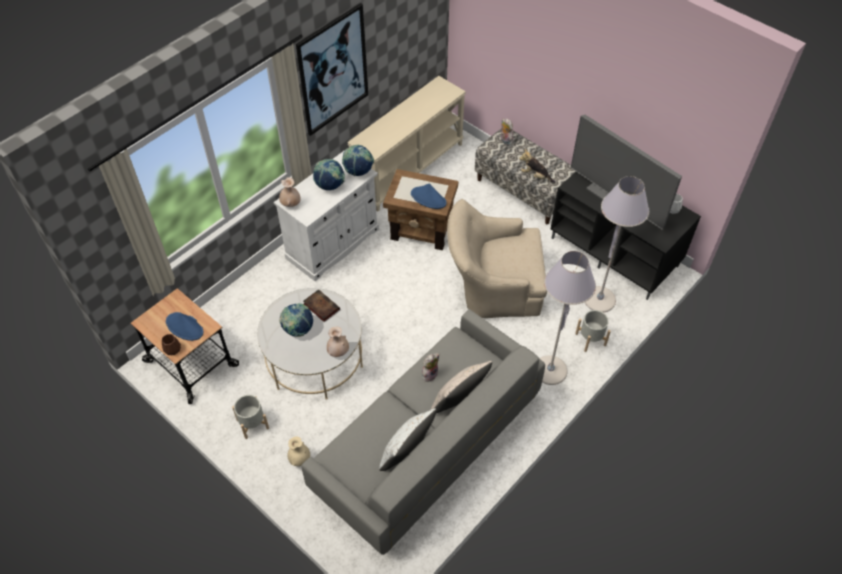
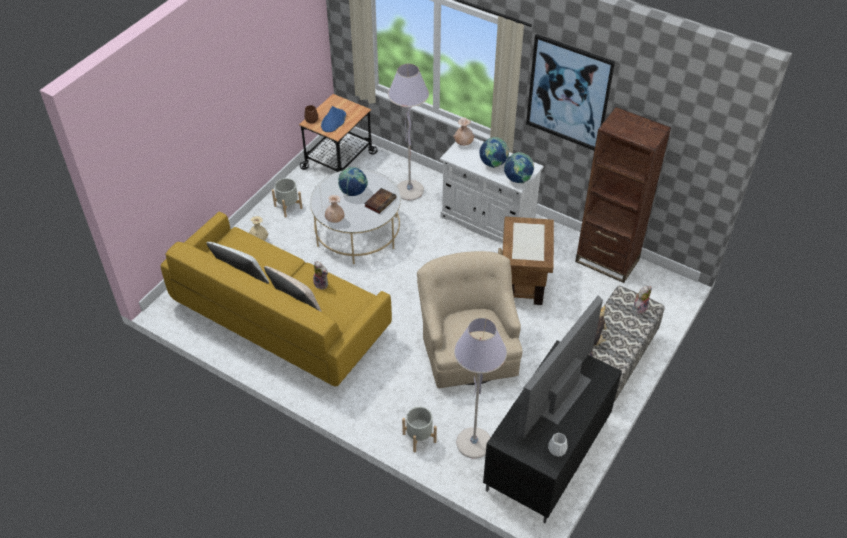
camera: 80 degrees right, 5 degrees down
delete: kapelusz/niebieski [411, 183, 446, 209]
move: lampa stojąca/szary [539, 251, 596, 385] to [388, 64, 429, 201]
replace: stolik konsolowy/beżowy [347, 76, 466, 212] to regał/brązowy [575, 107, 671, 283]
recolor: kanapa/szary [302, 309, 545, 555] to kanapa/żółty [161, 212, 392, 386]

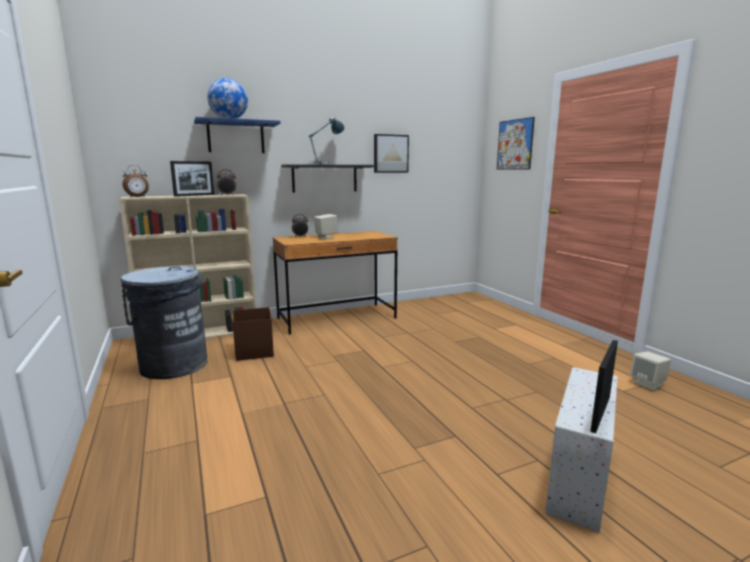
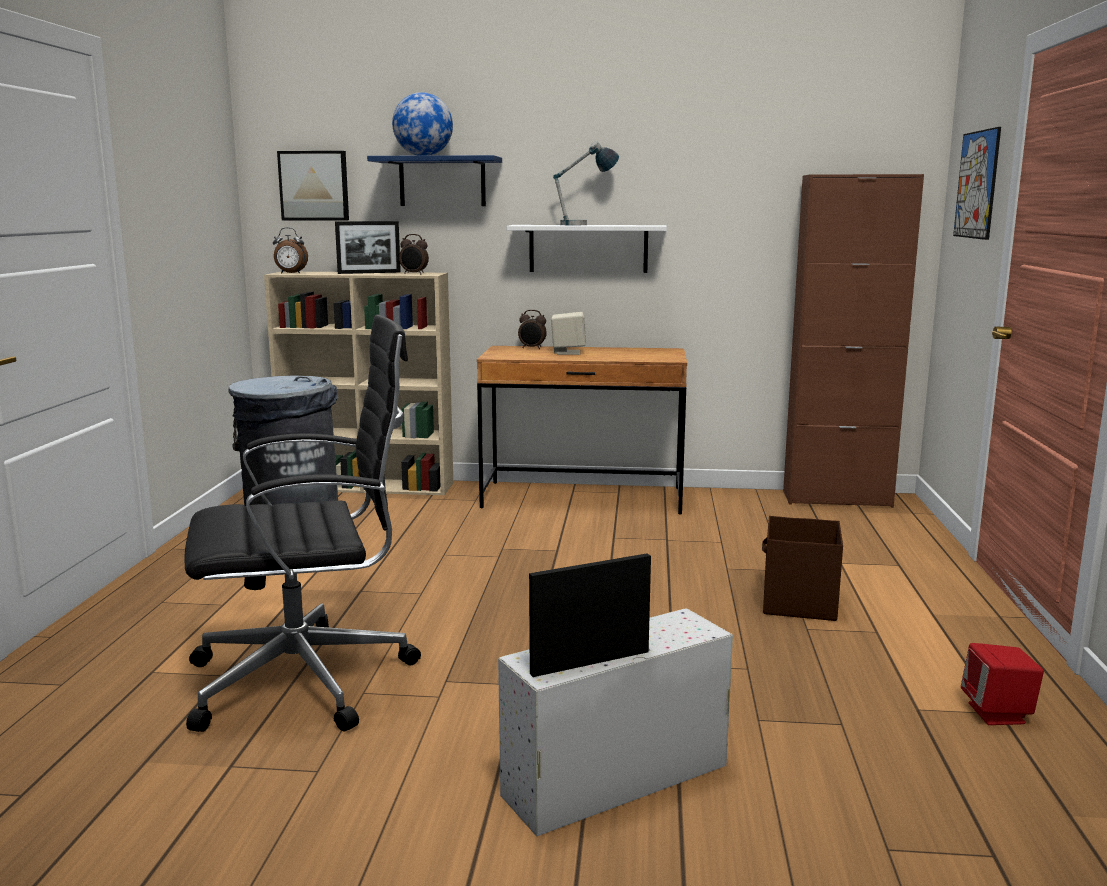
camera: 30 degrees right, 0 degrees up
insert: krzesło biurowe/czarny [184, 314, 421, 732]; szafka/brązowy [783, 174, 924, 508]
move: obraz [374, 134, 409, 173] to [277, 151, 349, 221]; pojemnik do przechowywania/brązowy [231, 307, 274, 361] to [762, 516, 843, 621]
recolor: półka/czarny [281, 164, 374, 193] to półka/biały [507, 225, 667, 273]; głośnik/beżowy [630, 351, 671, 390] to głośnik/czerwony [961, 643, 1044, 725]

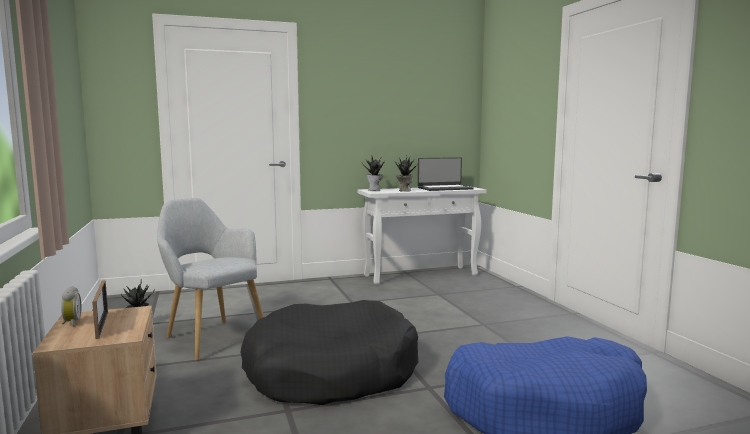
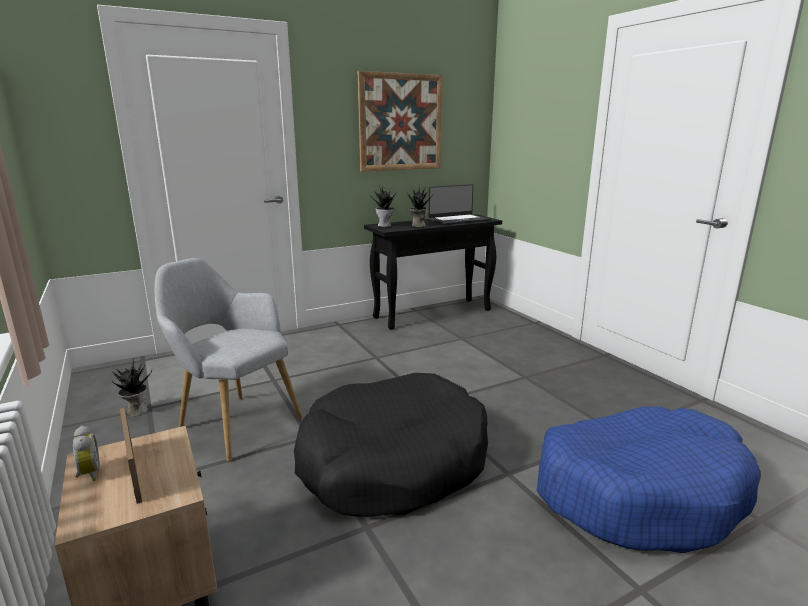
camera: 10 degrees left, 10 degrees up
insert: obraz [357, 71, 443, 172]
recolor: stolik konsolowy/biały [357, 186, 487, 285] to stolik konsolowy/czarny [364, 214, 502, 330]

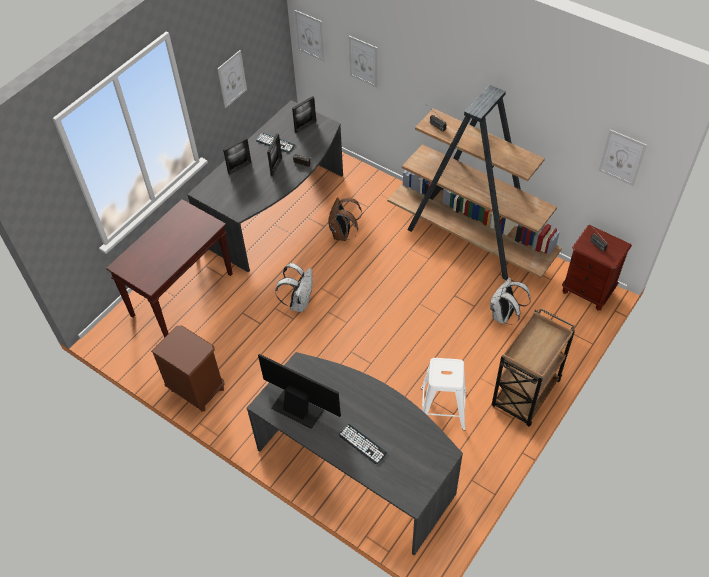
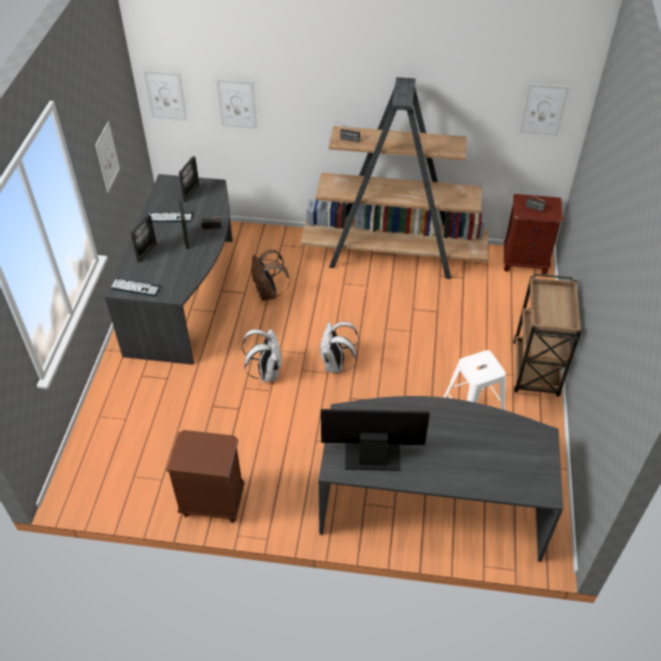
camera: 30 degrees left, 5 degrees down
delete: stolik konsolowy/brązowy [106, 199, 233, 338]
move: klawiatura [338, 424, 387, 465] to [110, 278, 161, 297]; plecak/biały [490, 277, 531, 325] to [320, 321, 359, 373]

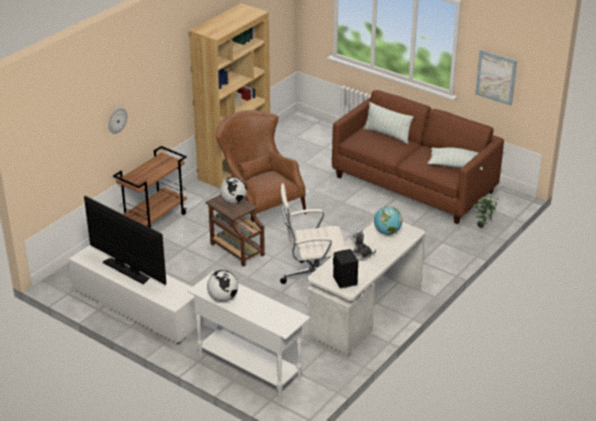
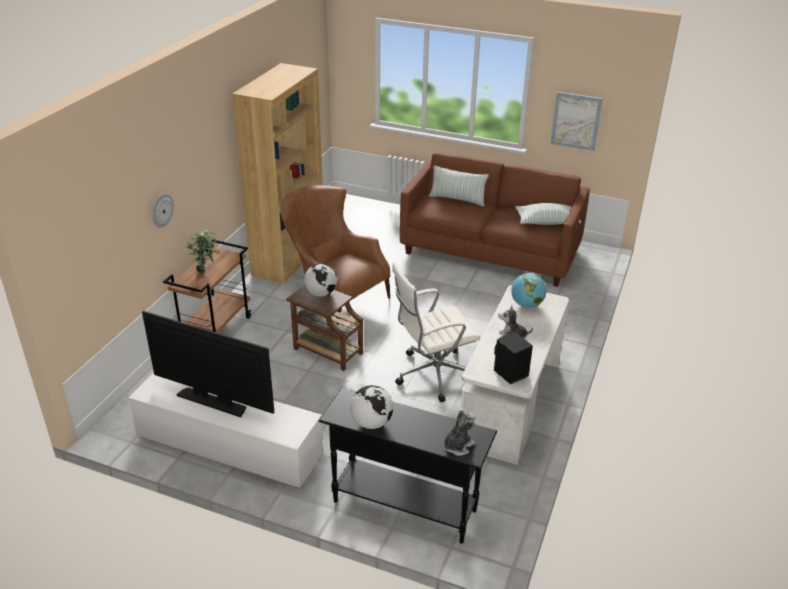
camera: 15 degrees left, 0 degrees up
insert: pluszak [444, 410, 475, 456]
move: roślina doniczkowa [473, 194, 499, 227] to [186, 229, 216, 273]
recolor: stolik konsolowy/biały [187, 272, 310, 399] to stolik konsolowy/czarny [319, 388, 497, 544]

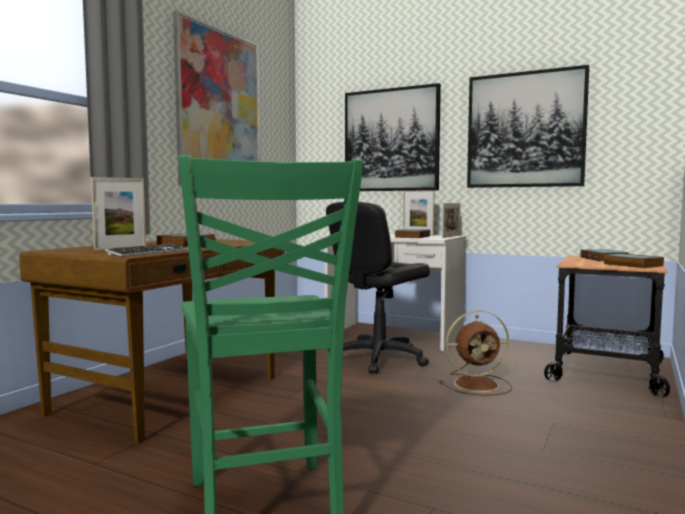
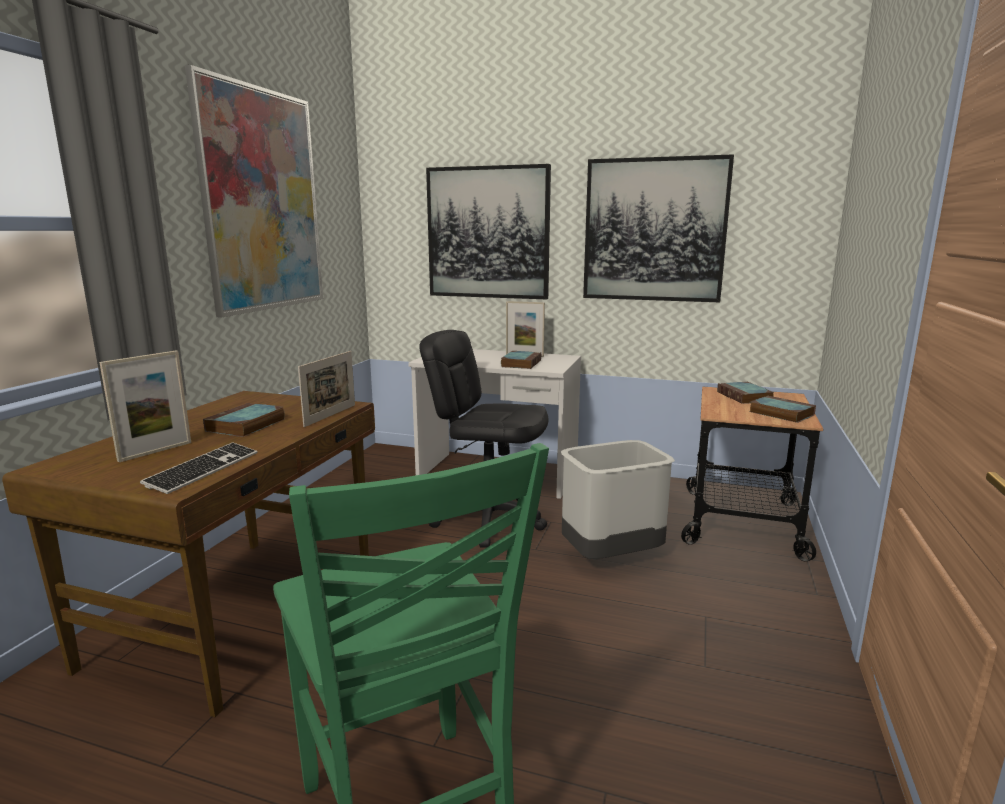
camera: 10 degrees left, 10 degrees up
move: ramka na zdjęcie [442, 203, 460, 238] to [298, 351, 355, 427]
replace: wentylator/brązowy [439, 310, 512, 396] to kosz na śmieci/szary [561, 440, 675, 559]
rotate: krzesło biurowe/czarny [326, 202, 430, 374] = [419, 330, 548, 548] 75 degrees clockwise

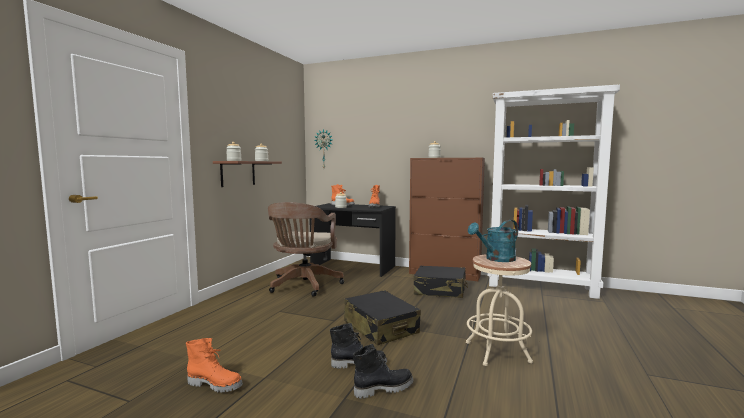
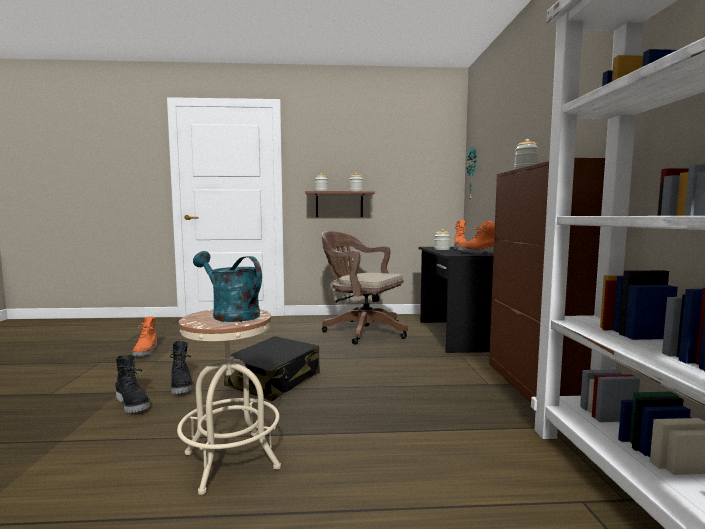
camera: 65 degrees right, 0 degrees up
delete: walizka/czarny [413, 266, 468, 298]
rotate: krzesło biurowe/brązowy [268, 202, 344, 297] = [321, 231, 408, 345] 45 degrees clockwise

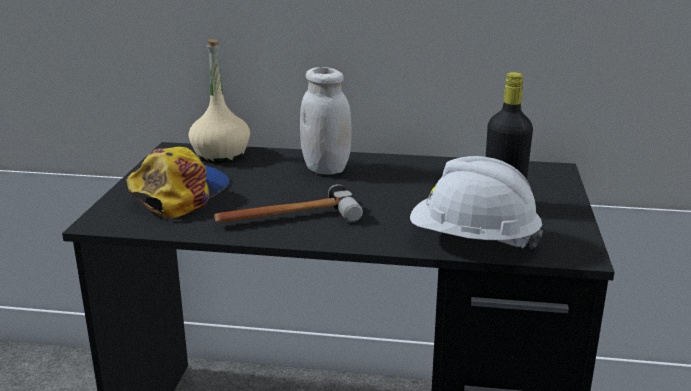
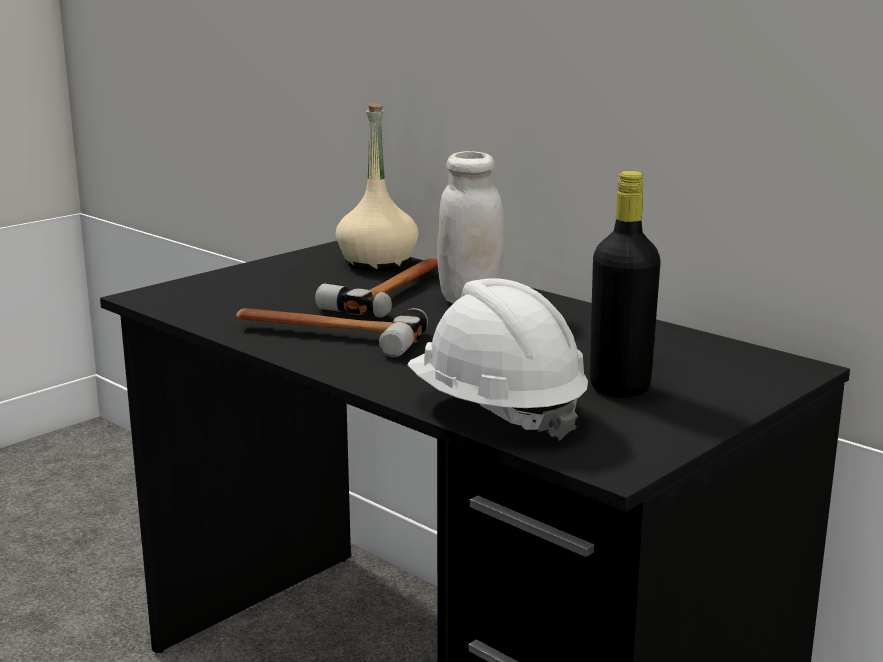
camera: 35 degrees right, 5 degrees down
delete: czapka z daszkiem [127, 146, 230, 218]
insert: młotek [315, 258, 438, 318]

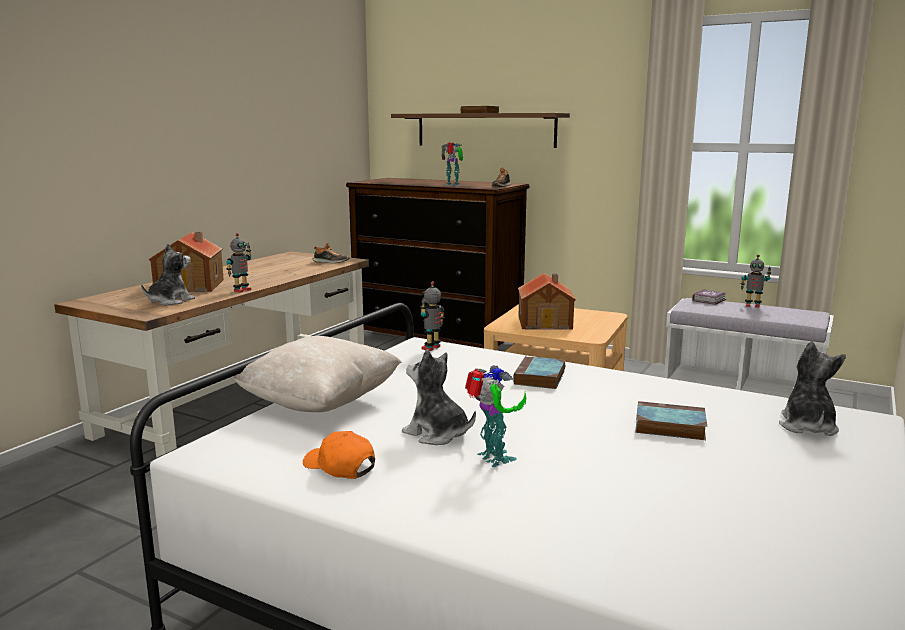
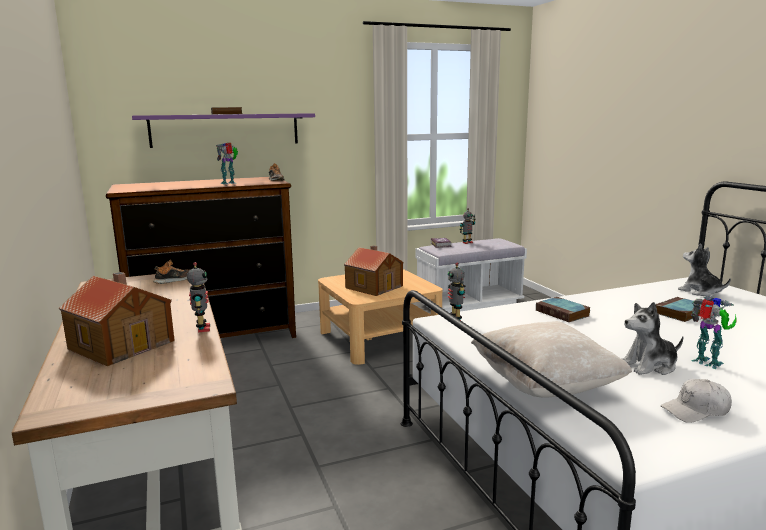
camera: 50 degrees left, 0 degrees up
delete: pluszak [141, 243, 195, 305]
recolor: półka/brązowy [391, 113, 570, 148] to półka/fioletowy [132, 113, 315, 148]; czapka z daszkiem/pomarańczowy [303, 431, 375, 479] to czapka z daszkiem/biały [661, 379, 732, 423]
rotate: robot zabawkowy [465, 365, 526, 467] = [691, 296, 736, 369] 45 degrees clockwise

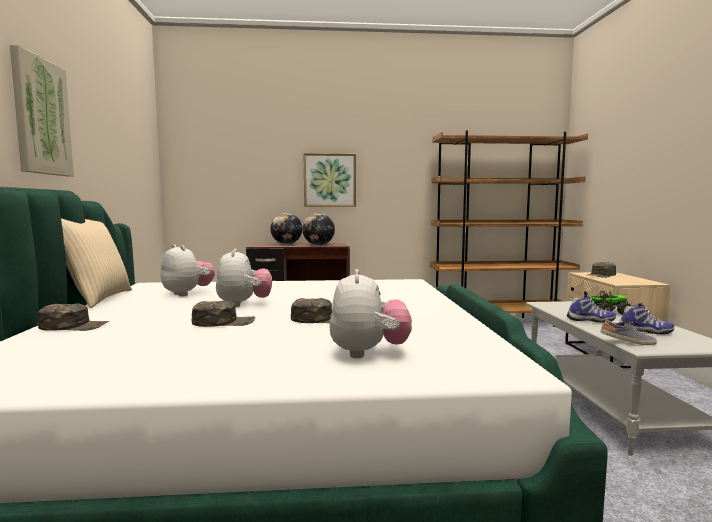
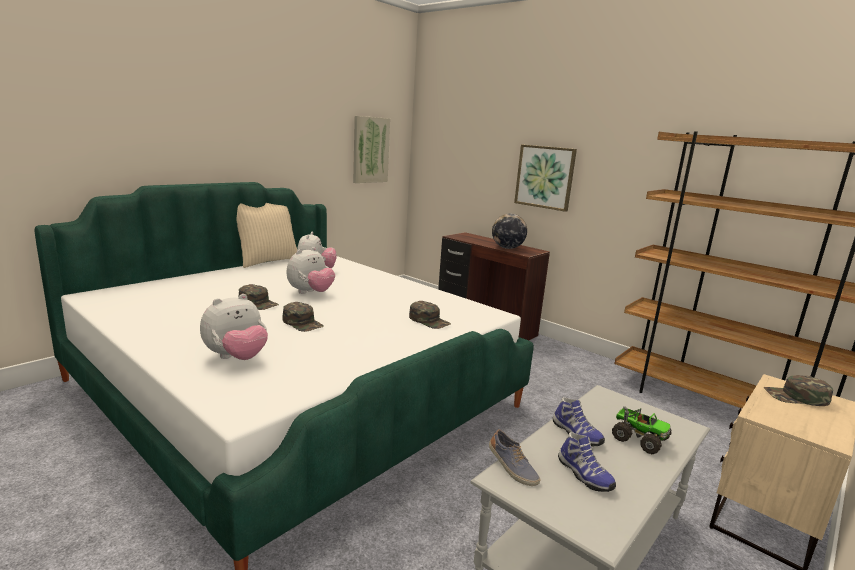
camera: 45 degrees right, 10 degrees up
delete: globus [270, 213, 302, 244]
move: obraz [10, 45, 74, 176] to [353, 116, 390, 183]; czapka z daszkiem/zielony [38, 303, 109, 331] to [409, 301, 451, 329]

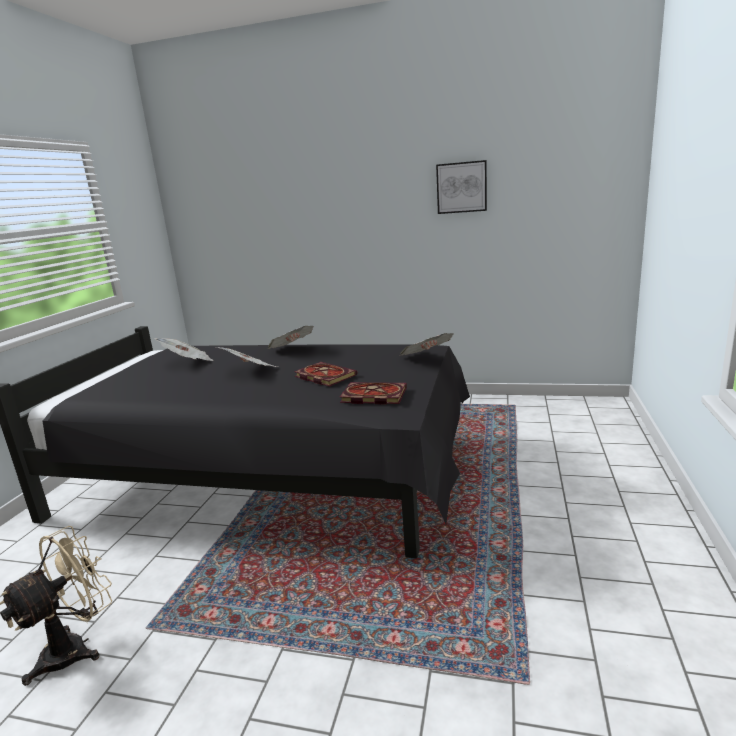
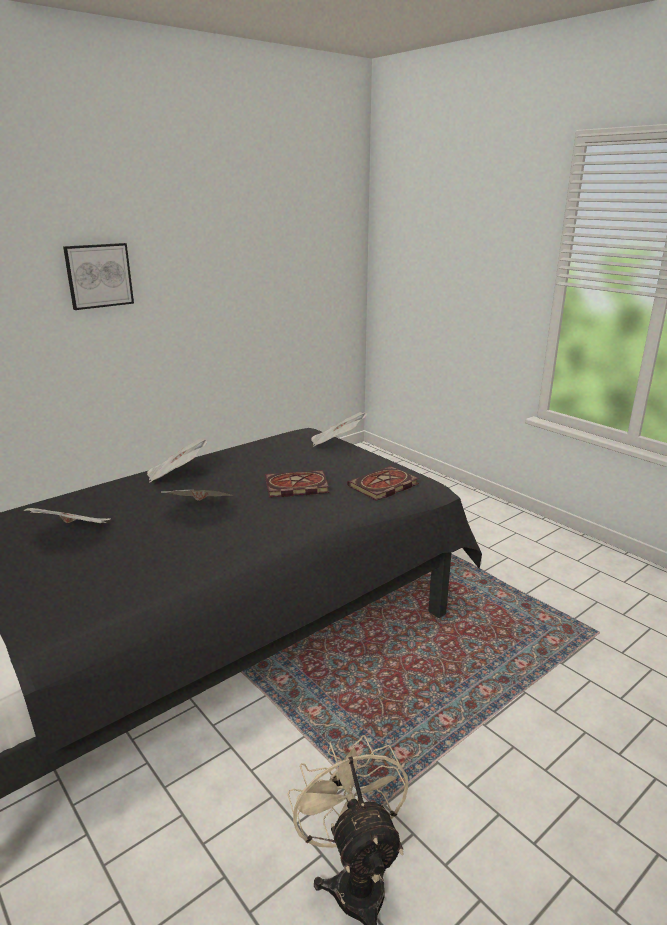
camera: 55 degrees left, 5 degrees up
move: obraz [436, 160, 487, 214] to [63, 243, 134, 310]

